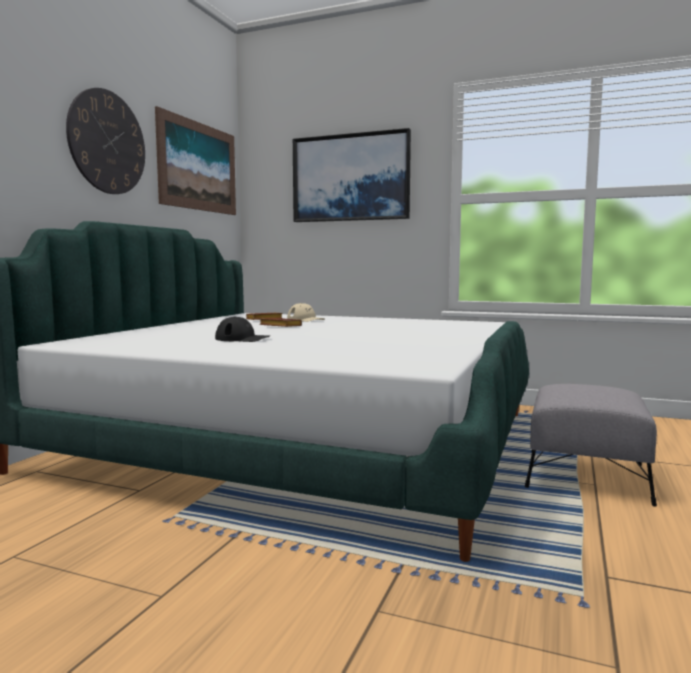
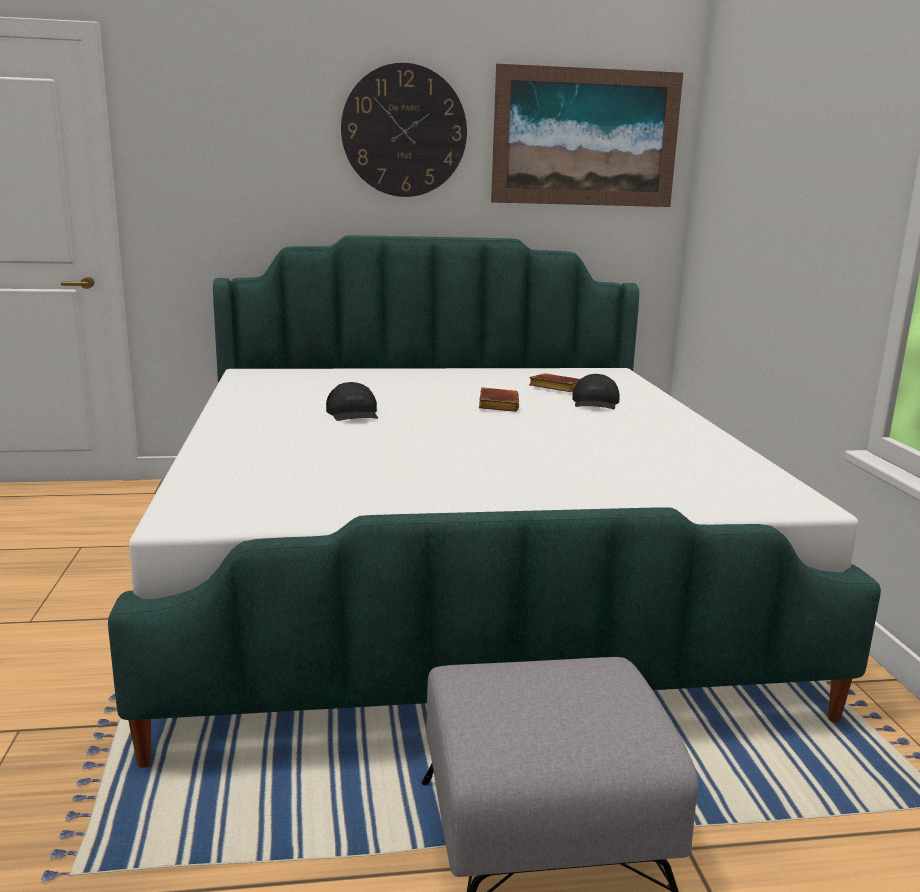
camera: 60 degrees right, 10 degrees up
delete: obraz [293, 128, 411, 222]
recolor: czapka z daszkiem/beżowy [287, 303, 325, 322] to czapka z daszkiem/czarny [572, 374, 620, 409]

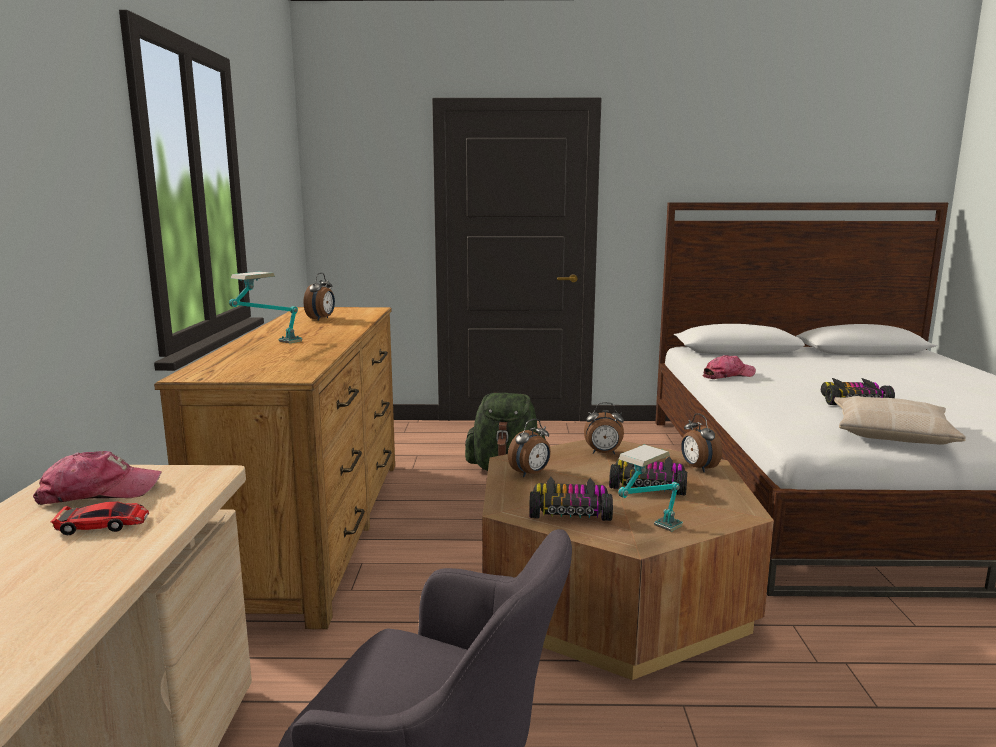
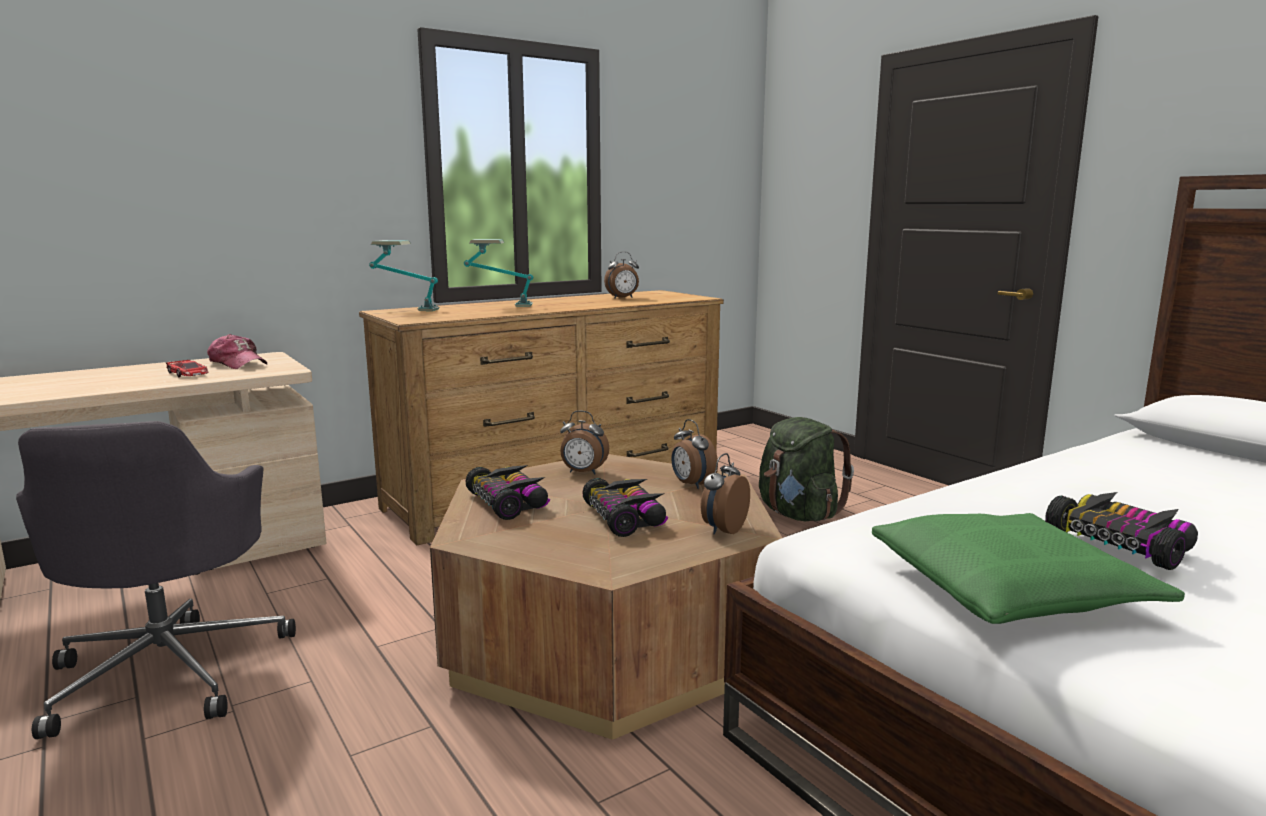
camera: 55 degrees right, 0 degrees up
delete: czapka z daszkiem [702, 355, 756, 379]
move: lampa stołowa [618, 444, 683, 532] to [369, 240, 439, 311]
recolor: poduszka/beżowy [834, 396, 966, 445] to poduszka/zielony [872, 513, 1185, 624]

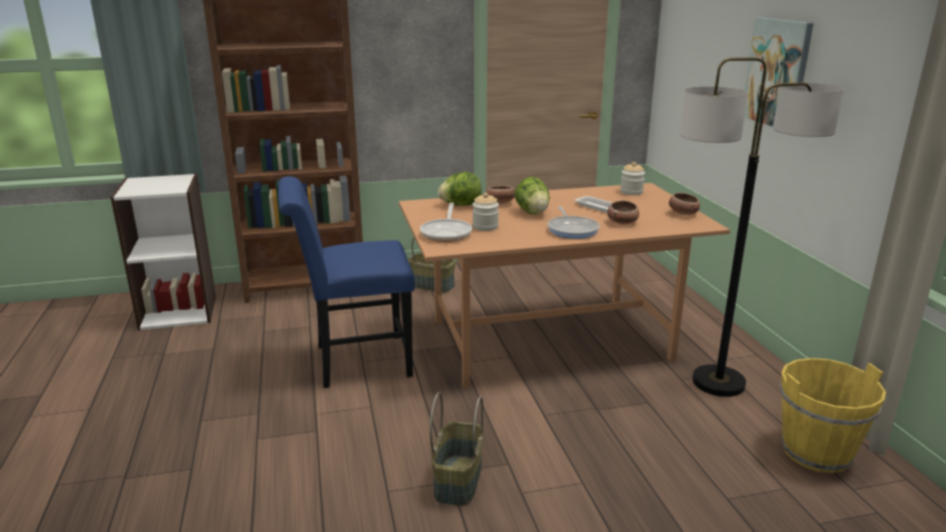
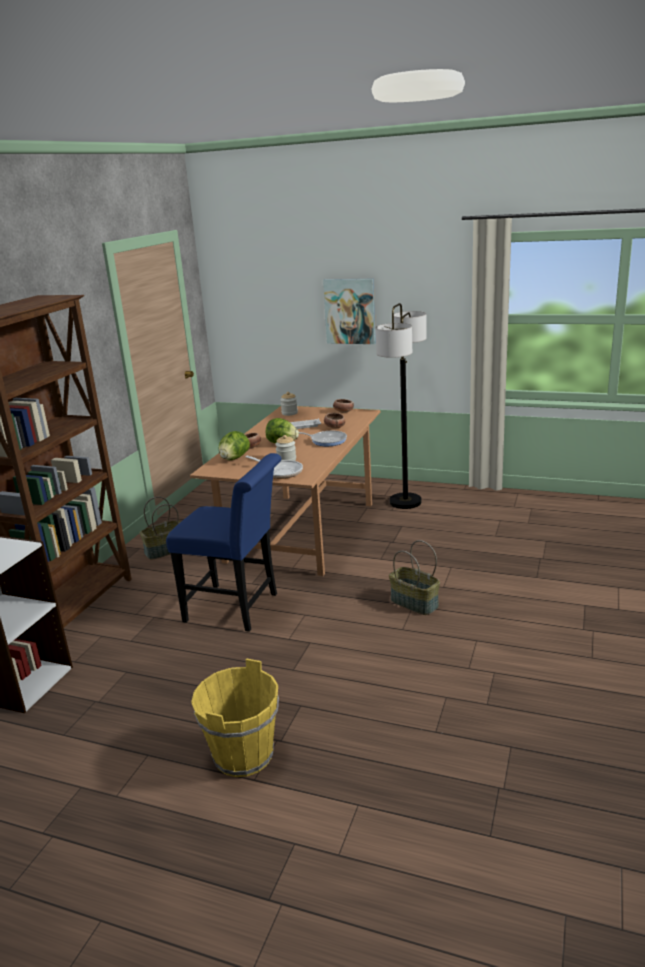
camera: 55 degrees left, 0 degrees up
move: wiadro/żółty [780, 358, 886, 473] to [191, 658, 279, 777]
rotate: krzesło/niebieski [278, 176, 415, 388] = [166, 453, 282, 632] 90 degrees counterclockwise

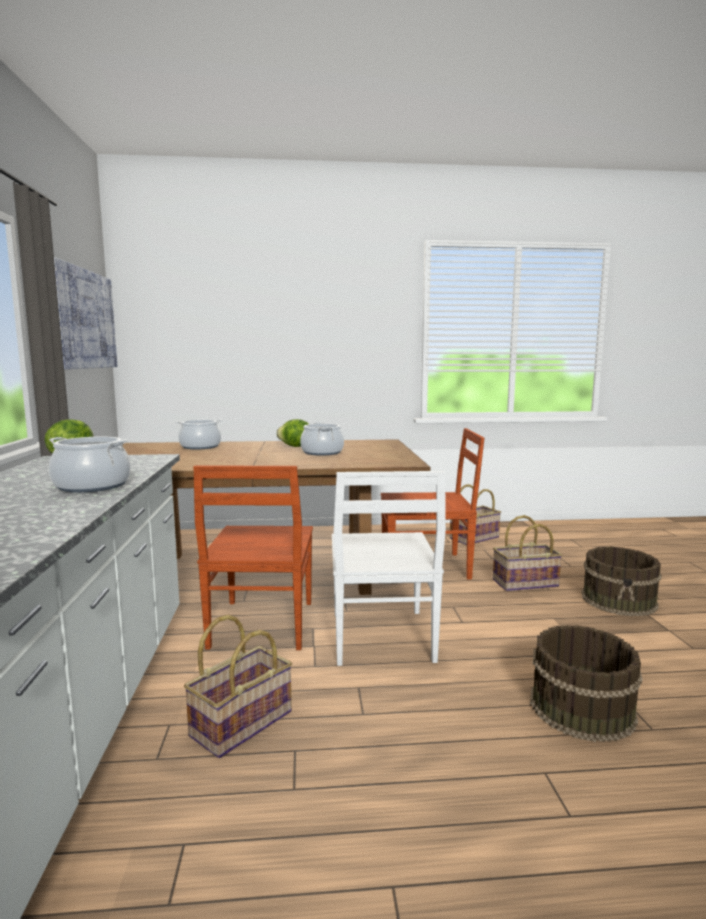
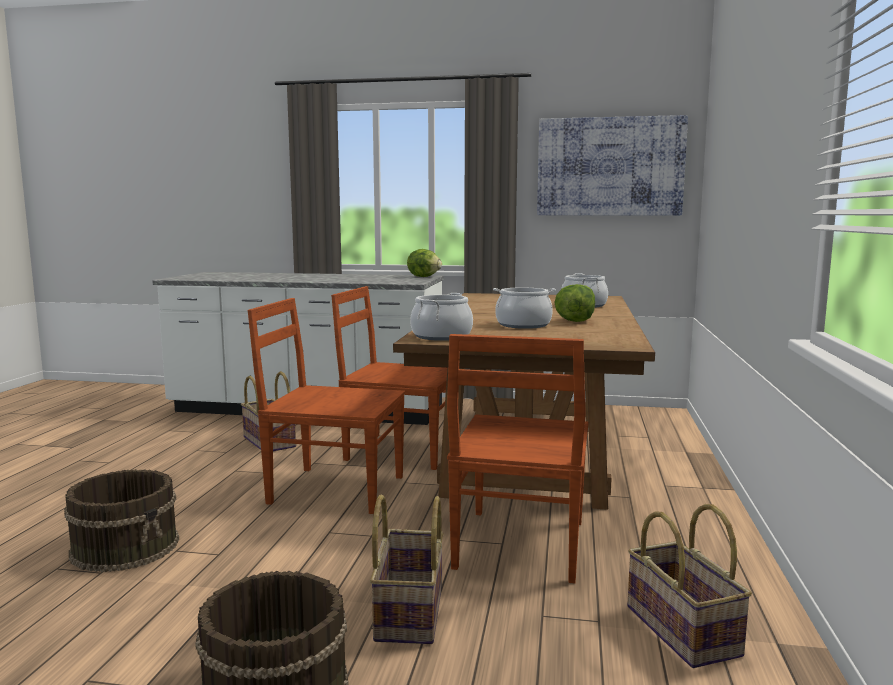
camera: 105 degrees right, 0 degrees up
move: garnek [49, 437, 131, 493] to [410, 293, 473, 341]
recolor: krzesło/biały [332, 471, 446, 666] to krzesło/brązowy [247, 298, 405, 514]

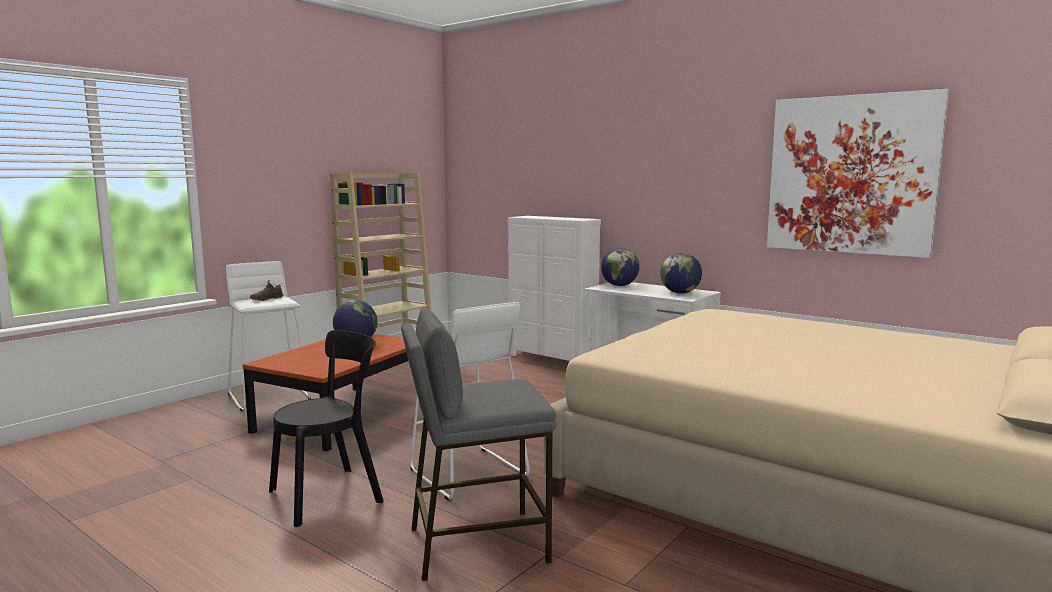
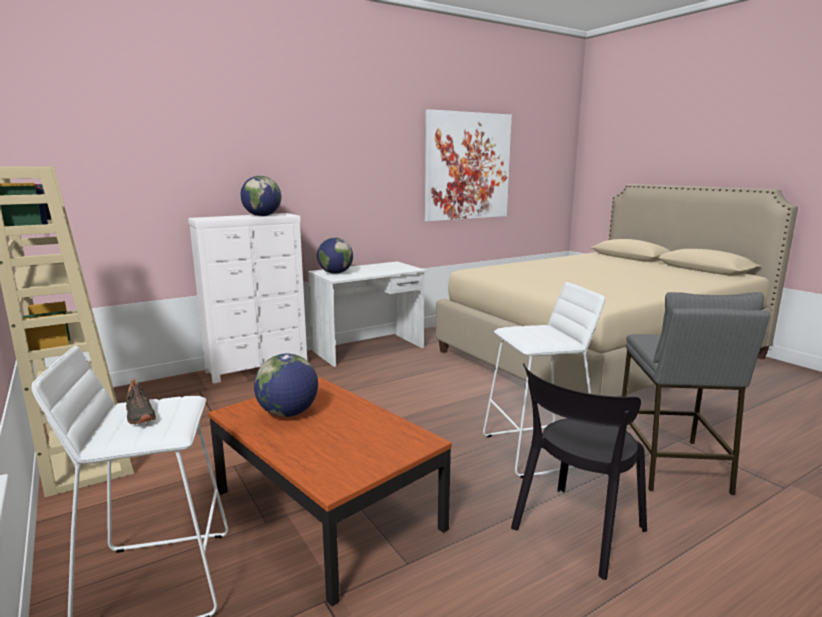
camera: 70 degrees left, 5 degrees up
move: globus [660, 253, 702, 294] to [240, 176, 281, 216]
rotate: krzesło/czarny [269, 330, 384, 527] = [511, 363, 647, 580] 120 degrees counterclockwise

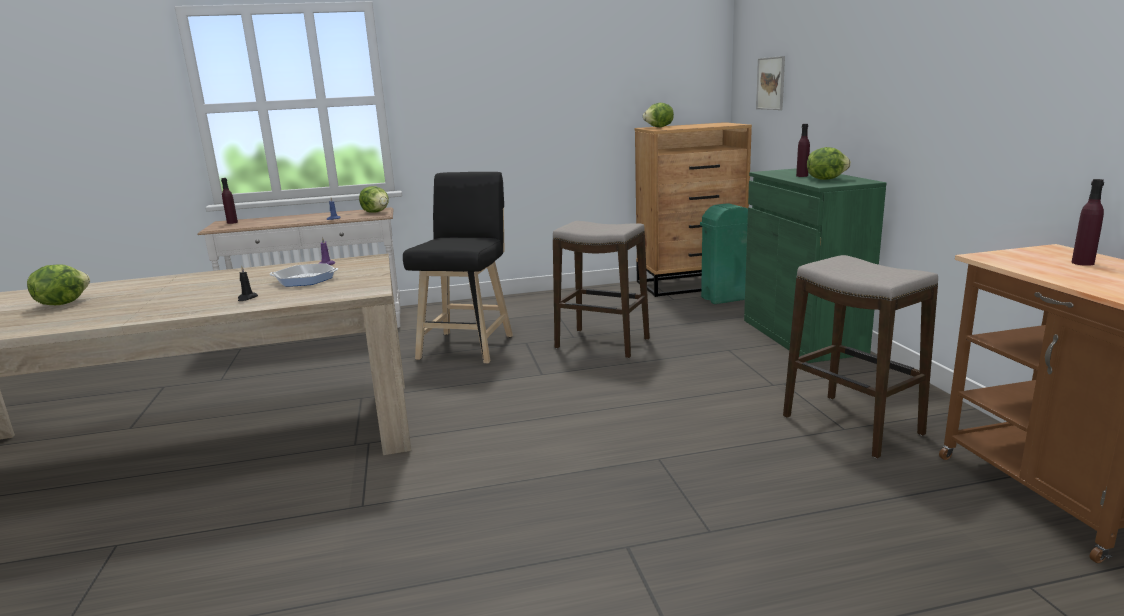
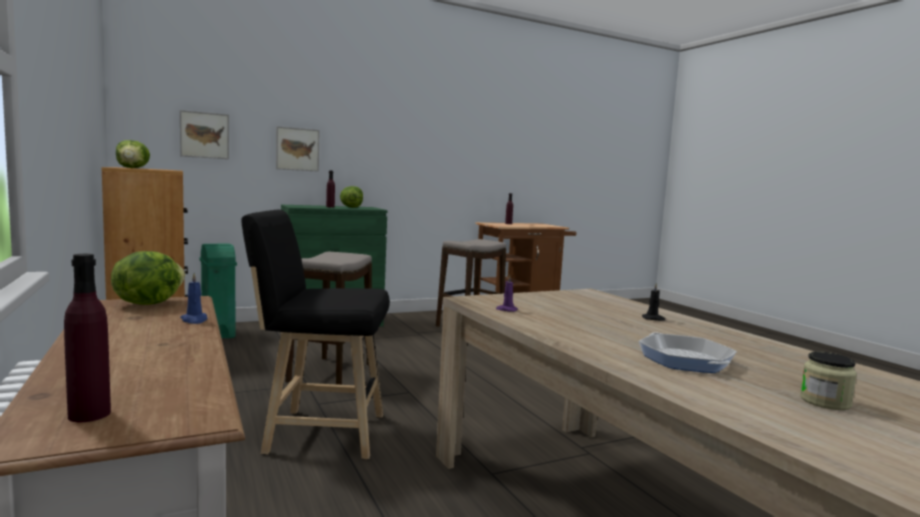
camera: 105 degrees left, 10 degrees down
insert: obraz [276, 126, 320, 172]
move: patelnia [269, 263, 338, 287] to [639, 333, 737, 373]
replace: sałata [27, 264, 90, 305] to słoik [800, 351, 857, 410]

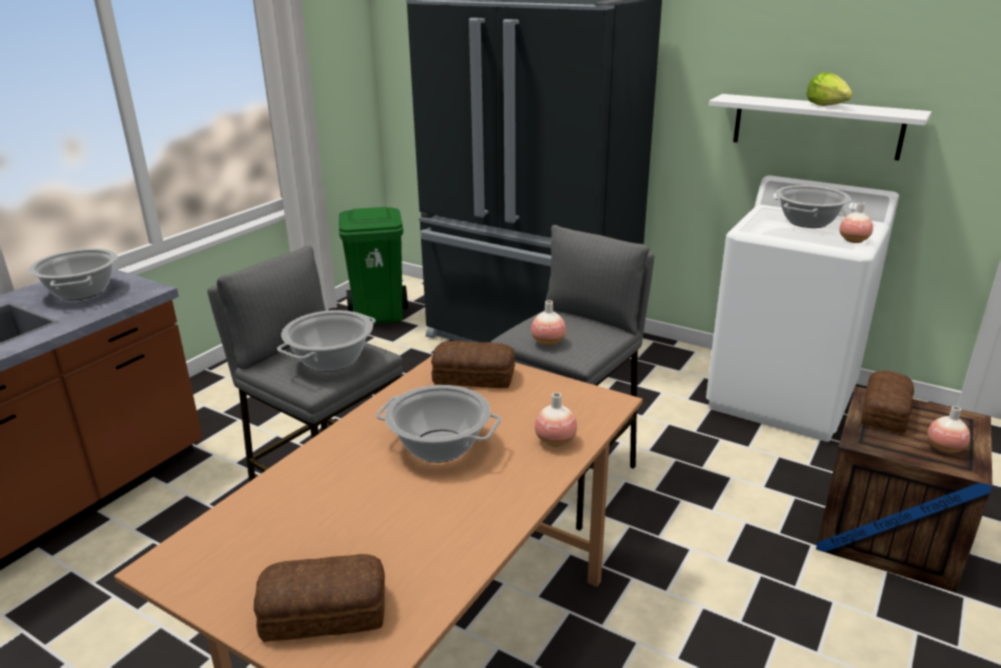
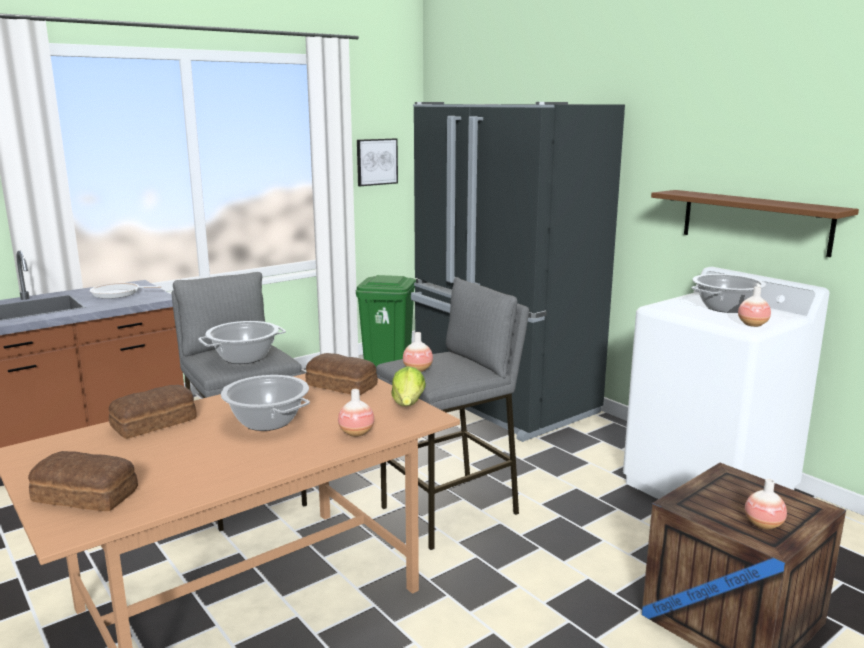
camera: 20 degrees right, 10 degrees down
insert: obraz [357, 138, 398, 186]
move: chleb [861, 371, 914, 434] to [109, 385, 197, 439]; sałata [806, 72, 853, 106] to [392, 366, 426, 406]
replace: garnek [28, 248, 118, 300] to patelnia [90, 283, 162, 299]
recolor: półka/biały [709, 94, 931, 161] to półka/brązowy [651, 190, 859, 257]

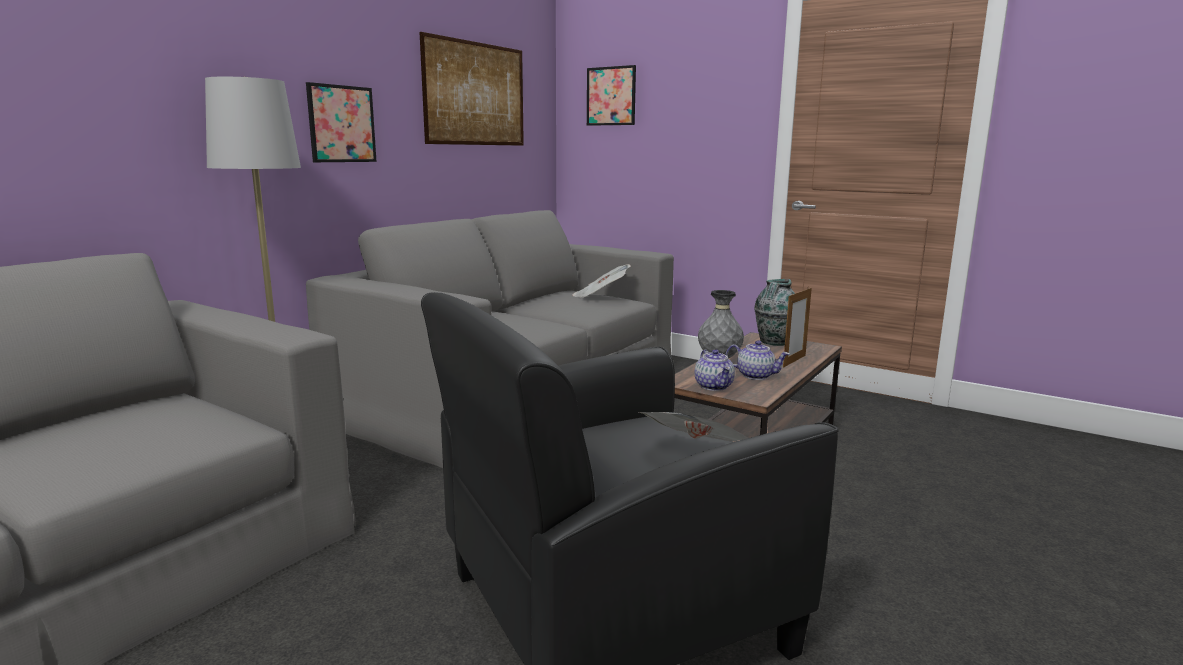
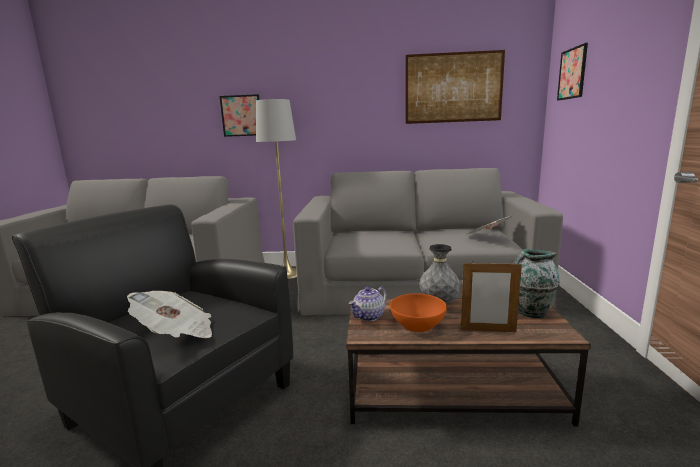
camera: 60 degrees right, 0 degrees up
move: obraz [306, 82, 377, 162] to [220, 94, 259, 137]
replace: imbryk [726, 340, 790, 380] to miska/pomarańczowy [390, 293, 447, 332]

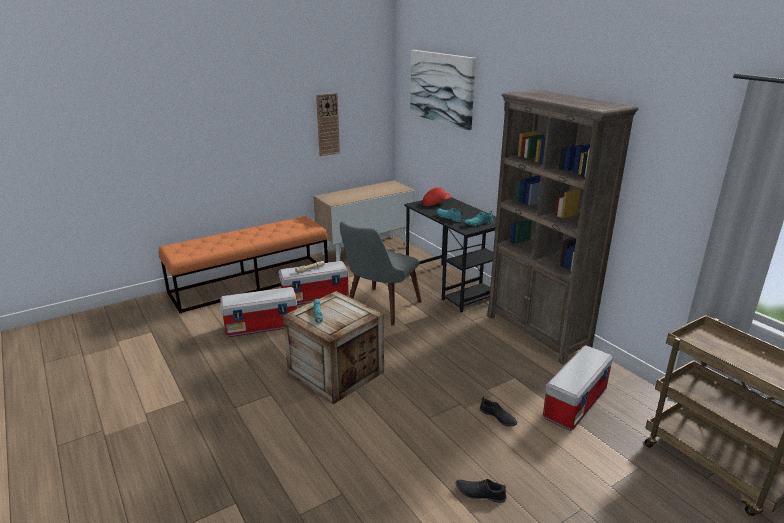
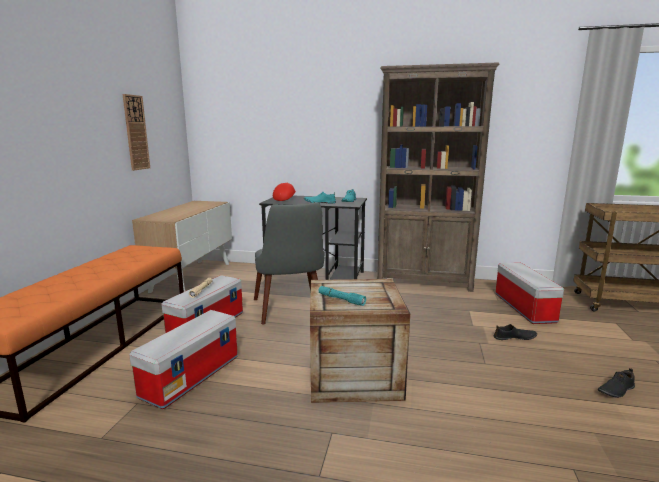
camera: 45 degrees left, 10 degrees down
delete: obraz [410, 50, 476, 130]

